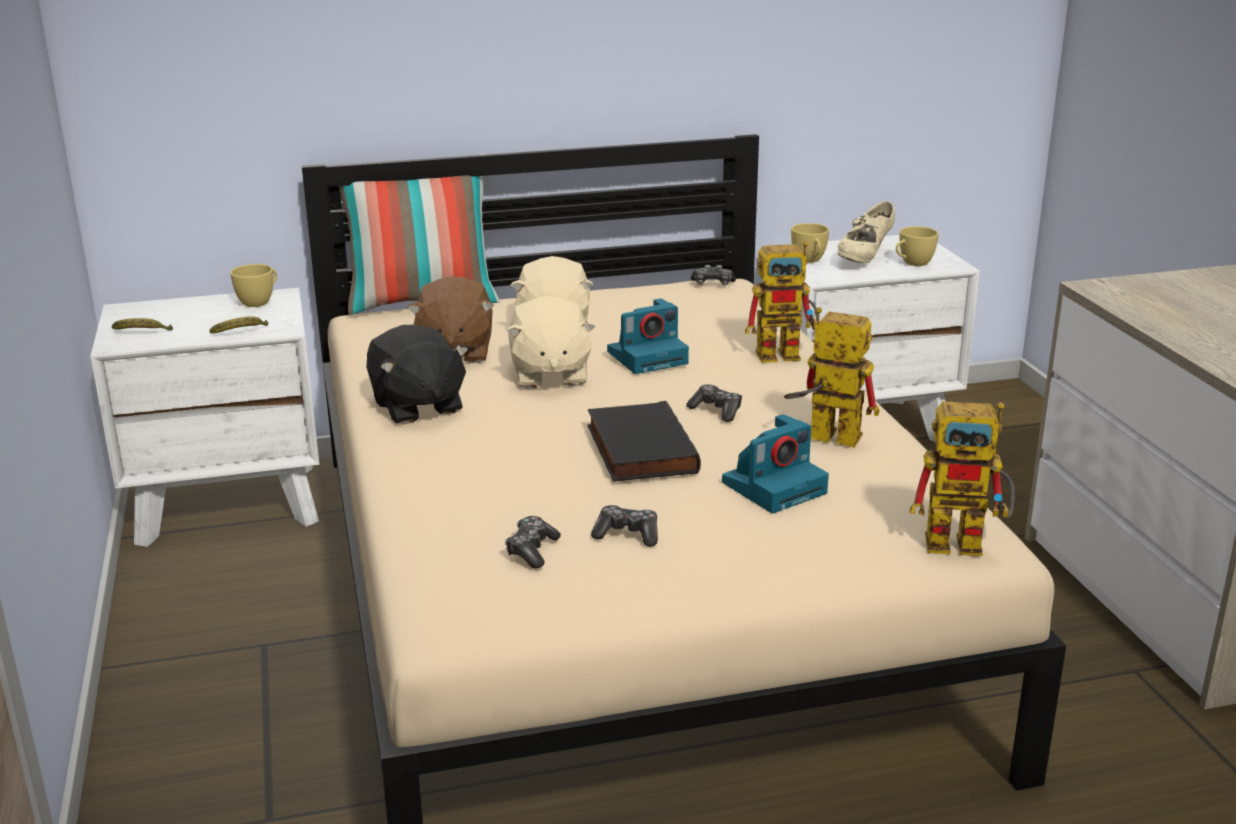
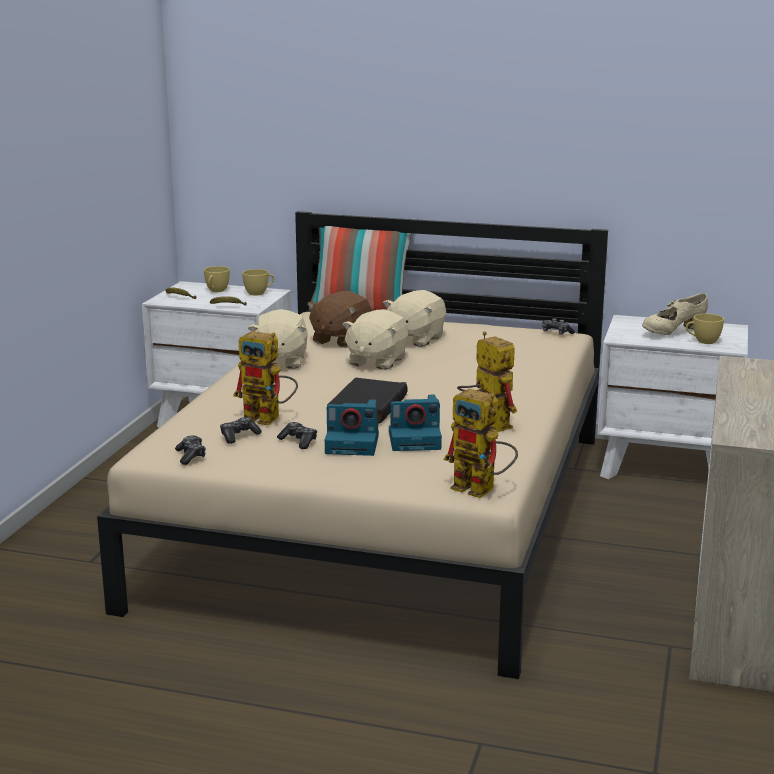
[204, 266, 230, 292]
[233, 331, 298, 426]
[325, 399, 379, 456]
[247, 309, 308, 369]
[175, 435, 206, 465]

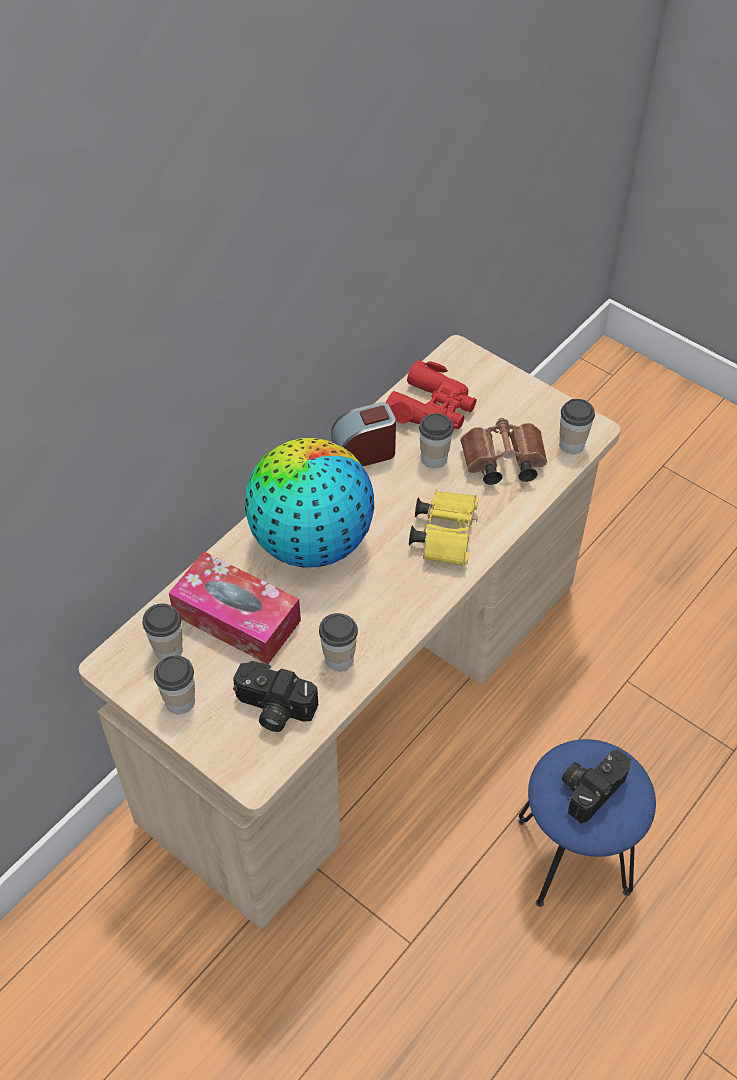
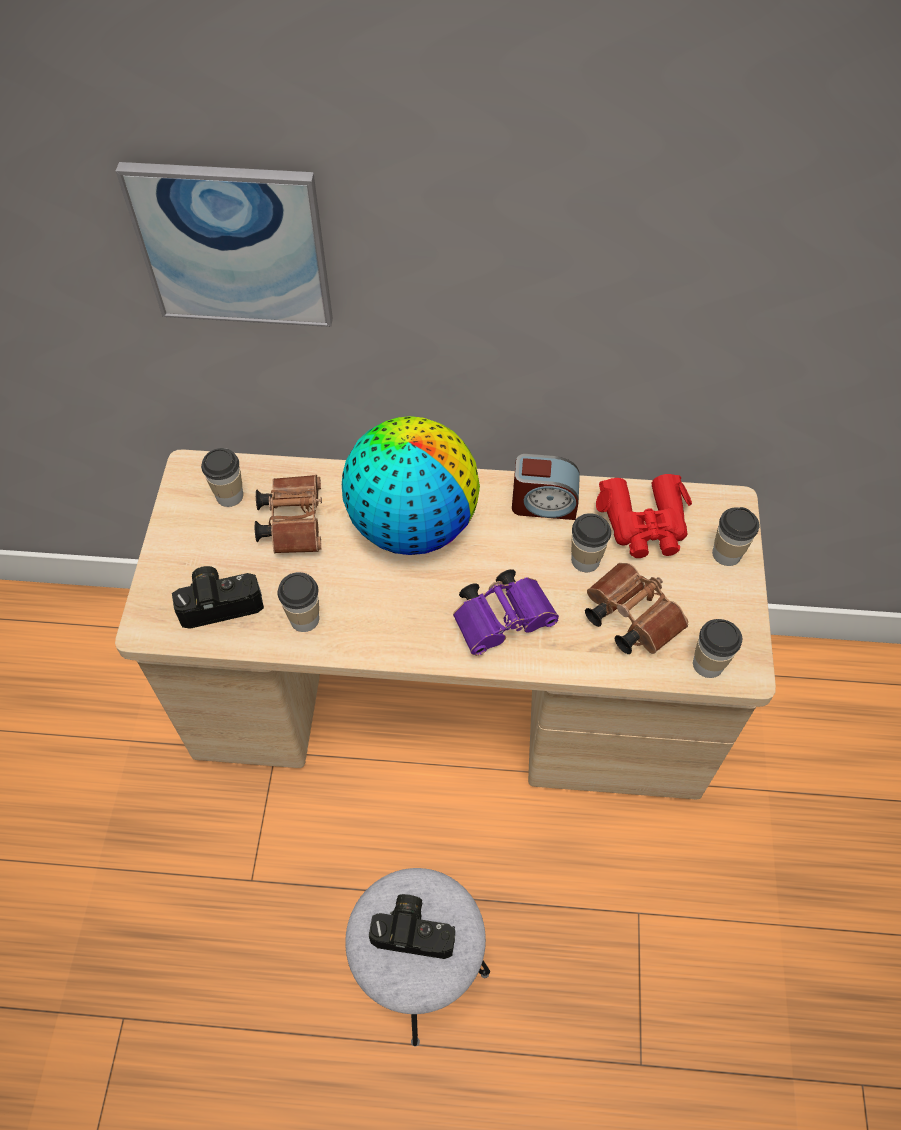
[512, 454, 580, 520]
[453, 569, 559, 656]
[255, 475, 322, 553]
[712, 507, 760, 566]
[172, 566, 264, 629]
[345, 868, 490, 1047]
[116, 162, 333, 327]

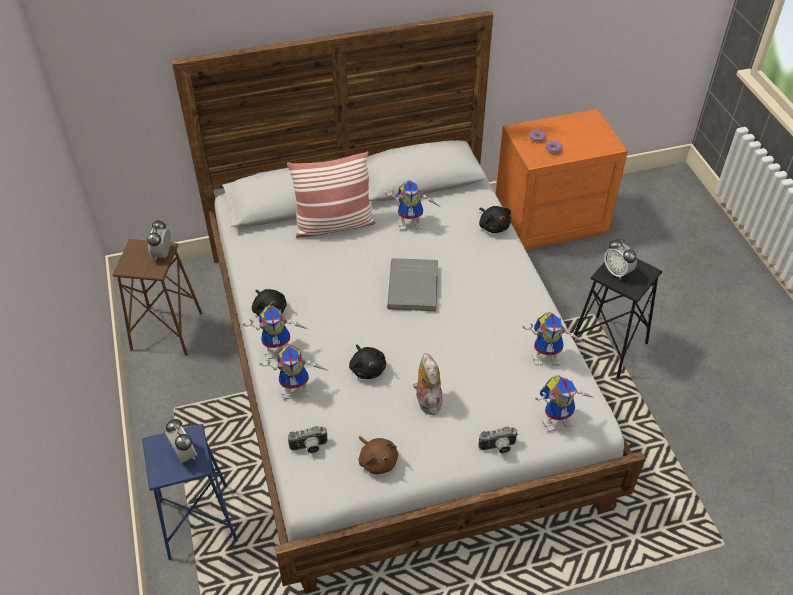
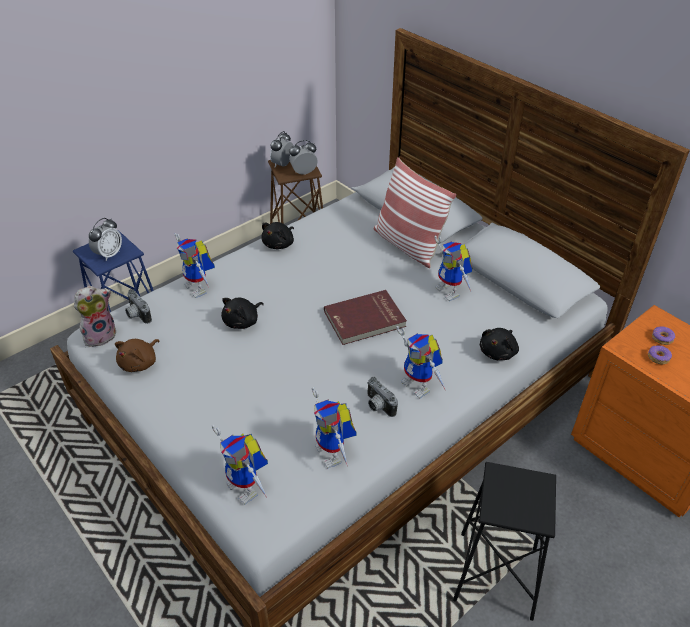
[270, 131, 293, 167]
[324, 290, 407, 345]
[396, 326, 445, 399]
[74, 286, 116, 347]
[367, 377, 398, 417]

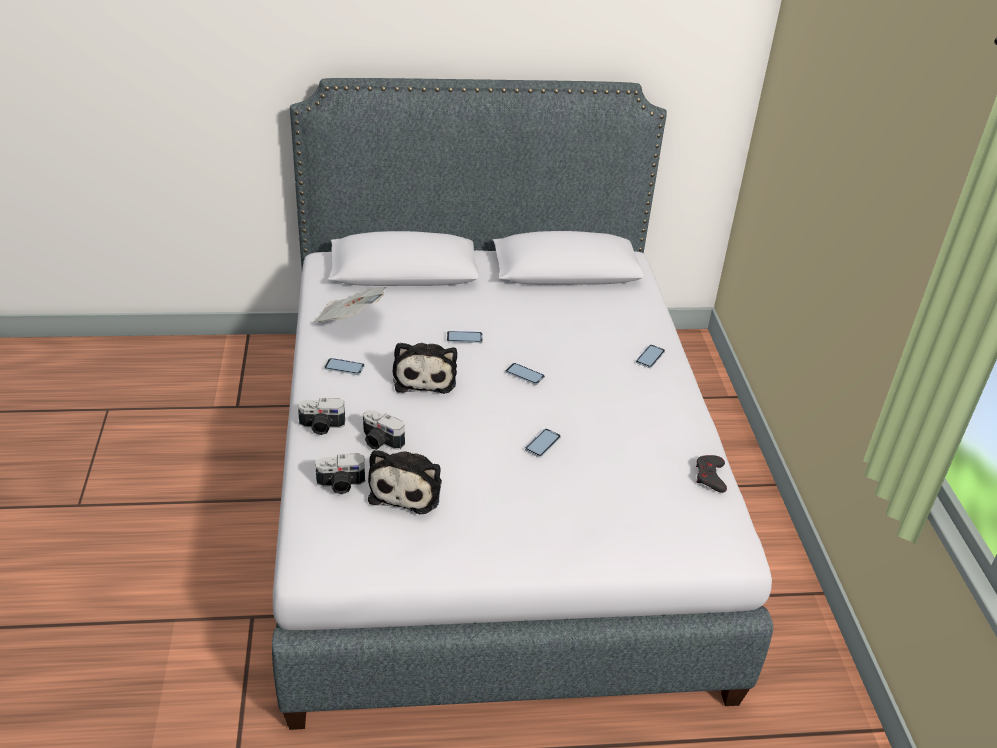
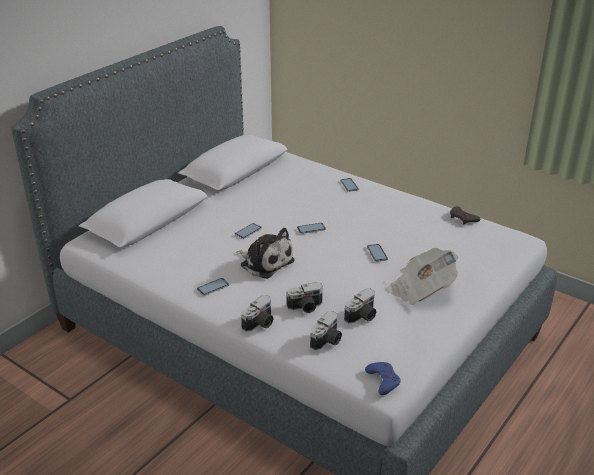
[388, 248, 458, 305]
[344, 289, 376, 323]
[365, 362, 401, 395]

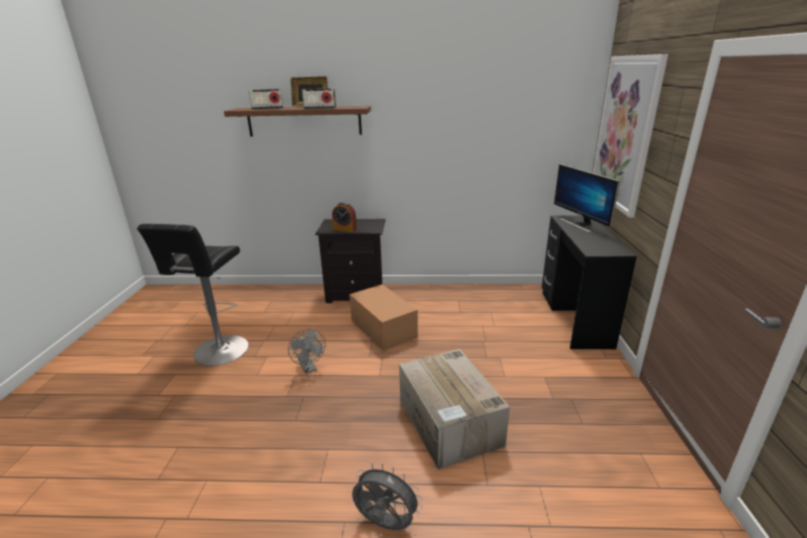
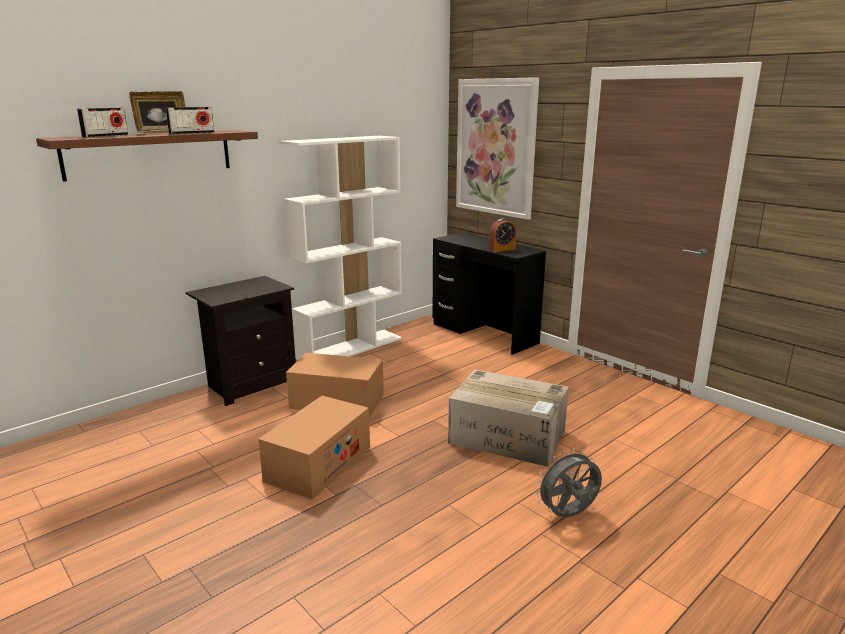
[554, 164, 620, 233] (first image)
[489, 218, 516, 252]
[137, 224, 249, 366] (first image)
[258, 396, 370, 500]
[279, 136, 402, 360]

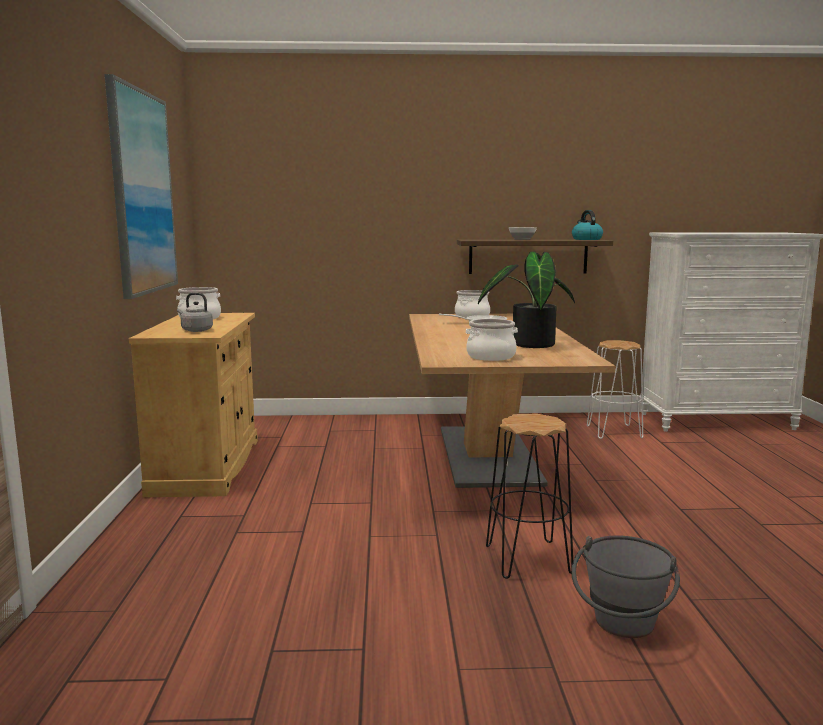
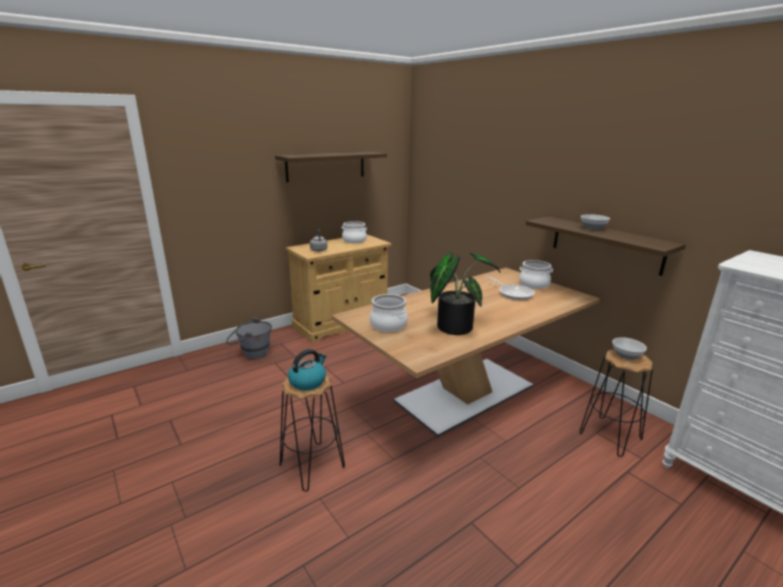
[275, 152, 387, 182]
[288, 349, 326, 390]
[579, 349, 653, 457]
[226, 317, 272, 360]
[612, 337, 647, 360]

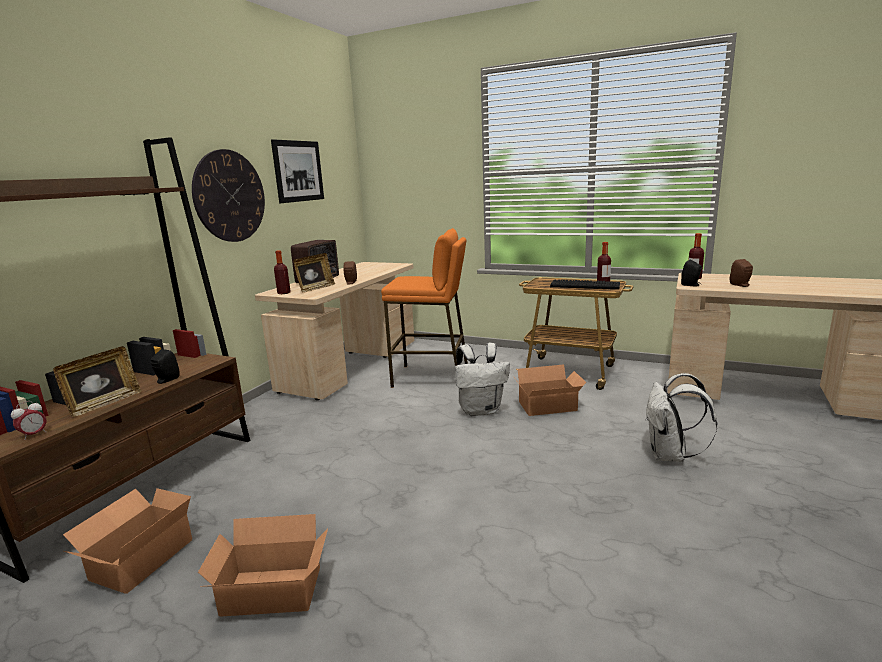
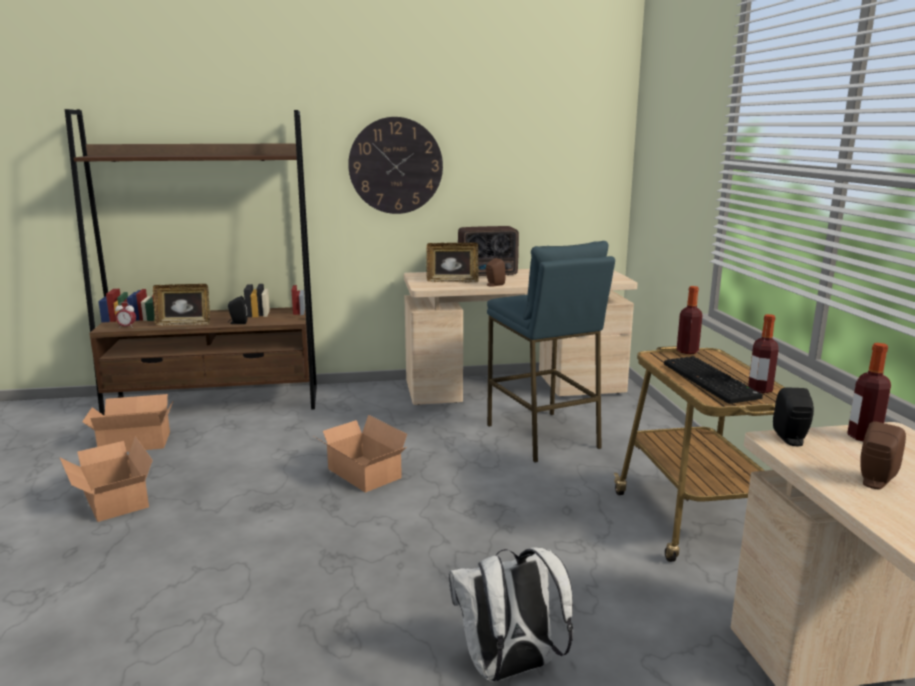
[271, 139, 324, 203] (first image)
[487, 241, 615, 462]
[677, 286, 703, 354]
[455, 343, 510, 416] (first image)
[315, 415, 407, 493]

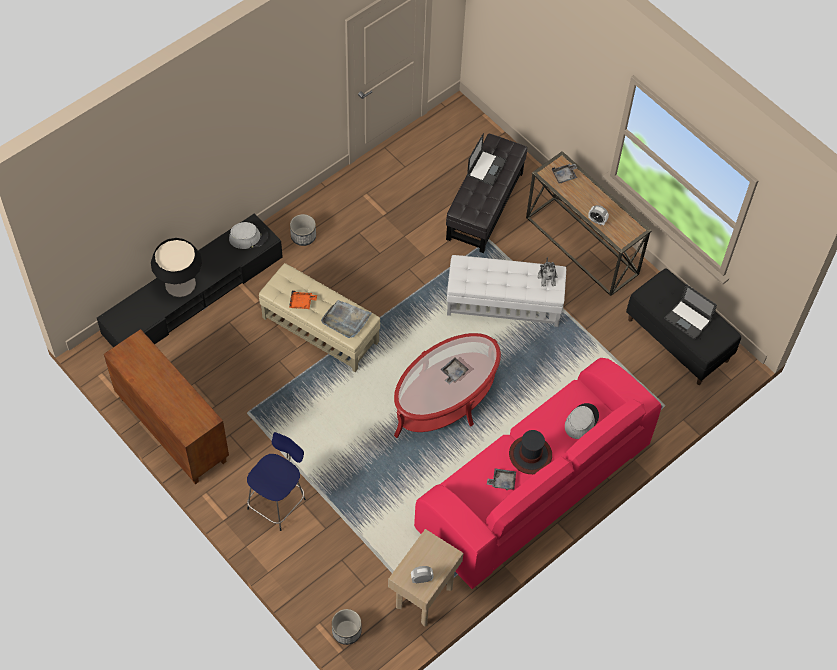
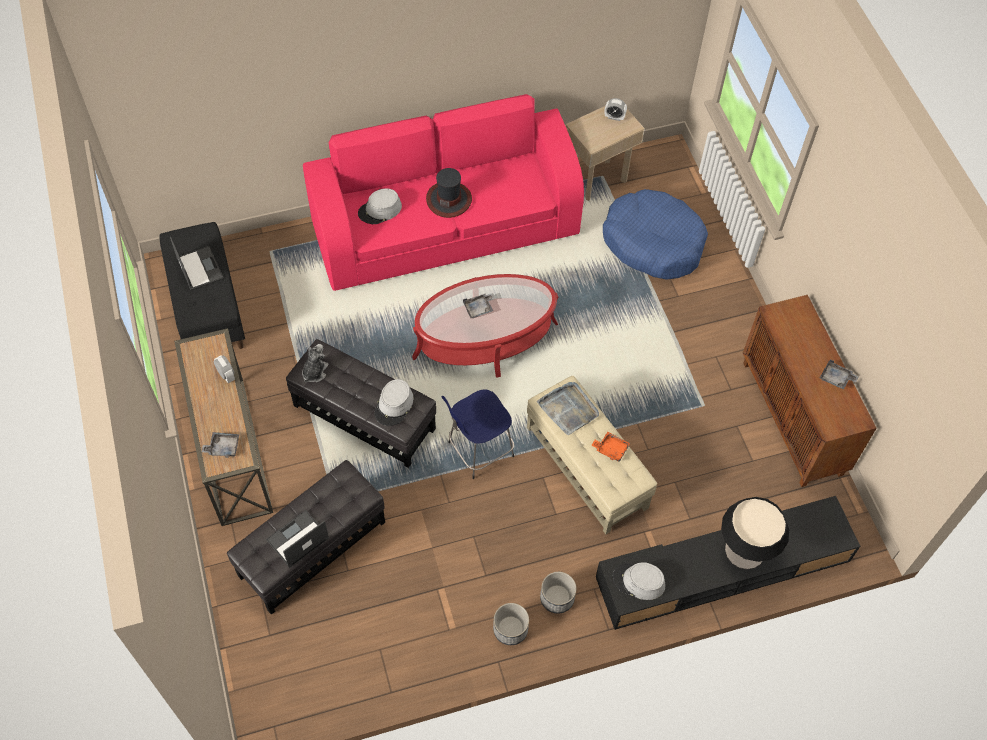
[286, 339, 436, 468]
[442, 389, 514, 479]
[820, 359, 858, 390]
[493, 603, 529, 645]
[603, 189, 708, 280]
[374, 379, 413, 426]

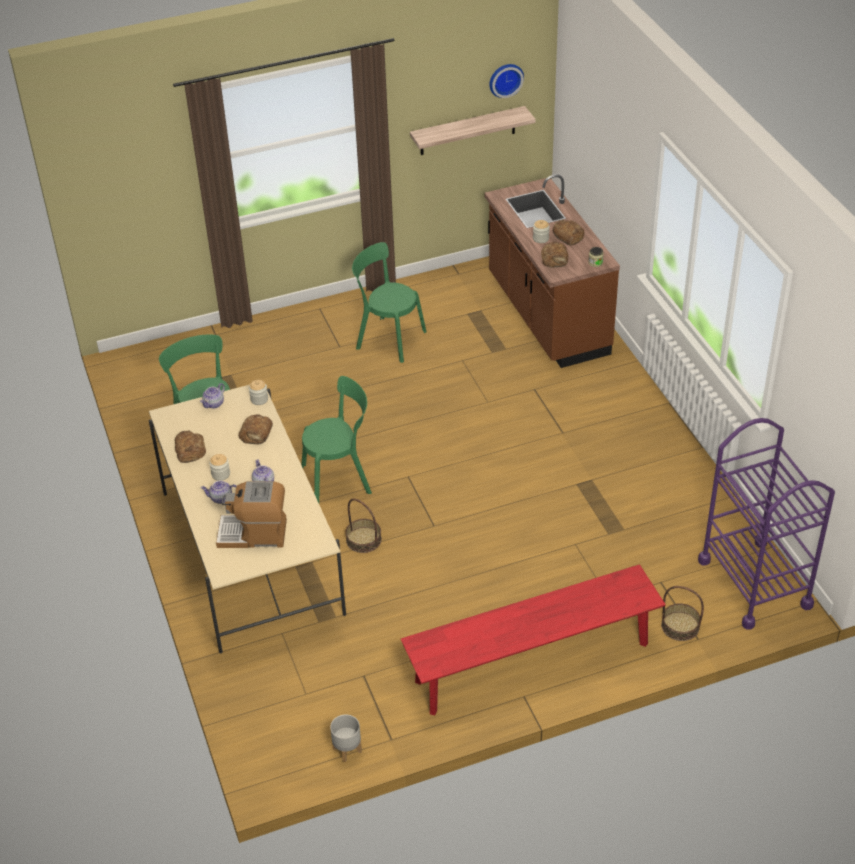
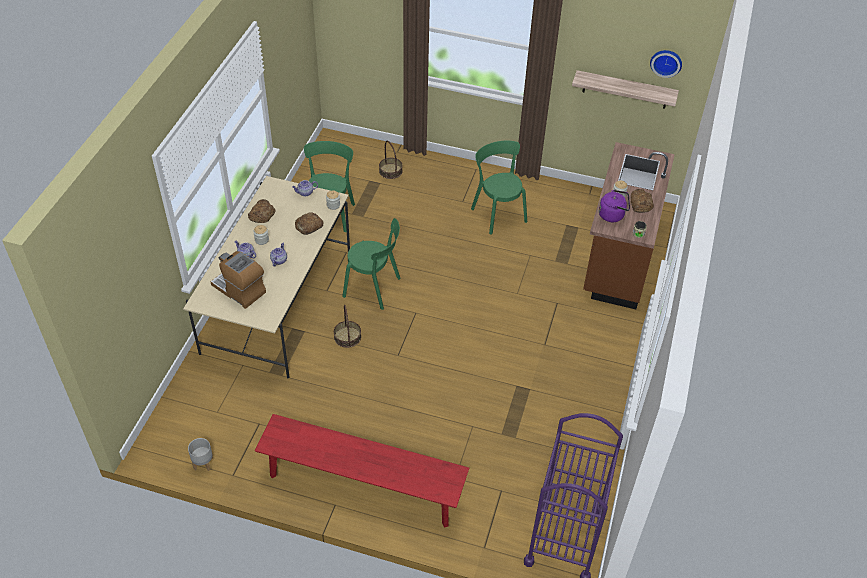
[599, 190, 630, 222]
[379, 141, 403, 179]

